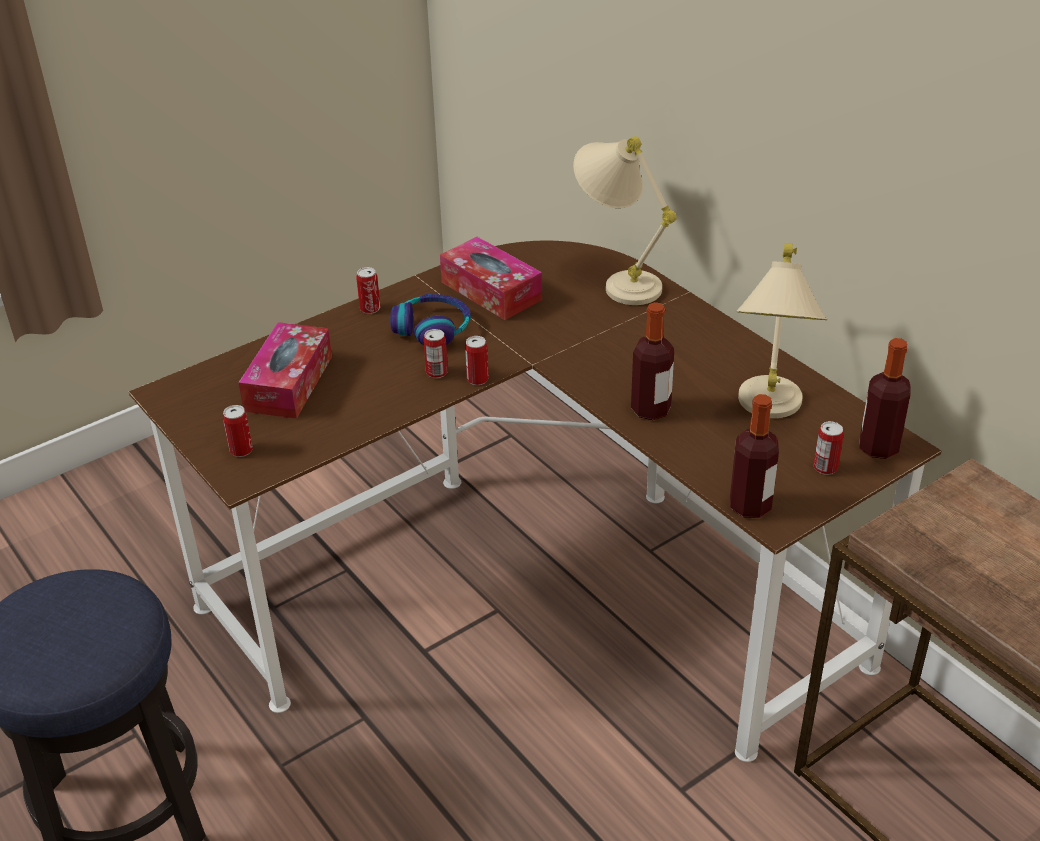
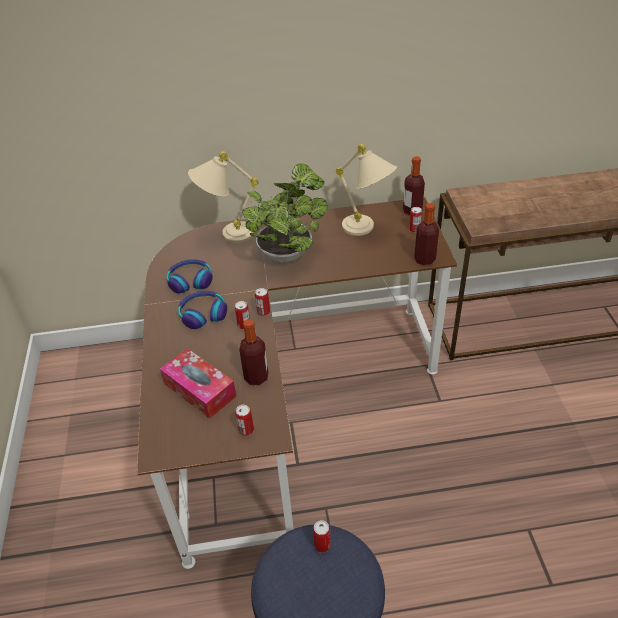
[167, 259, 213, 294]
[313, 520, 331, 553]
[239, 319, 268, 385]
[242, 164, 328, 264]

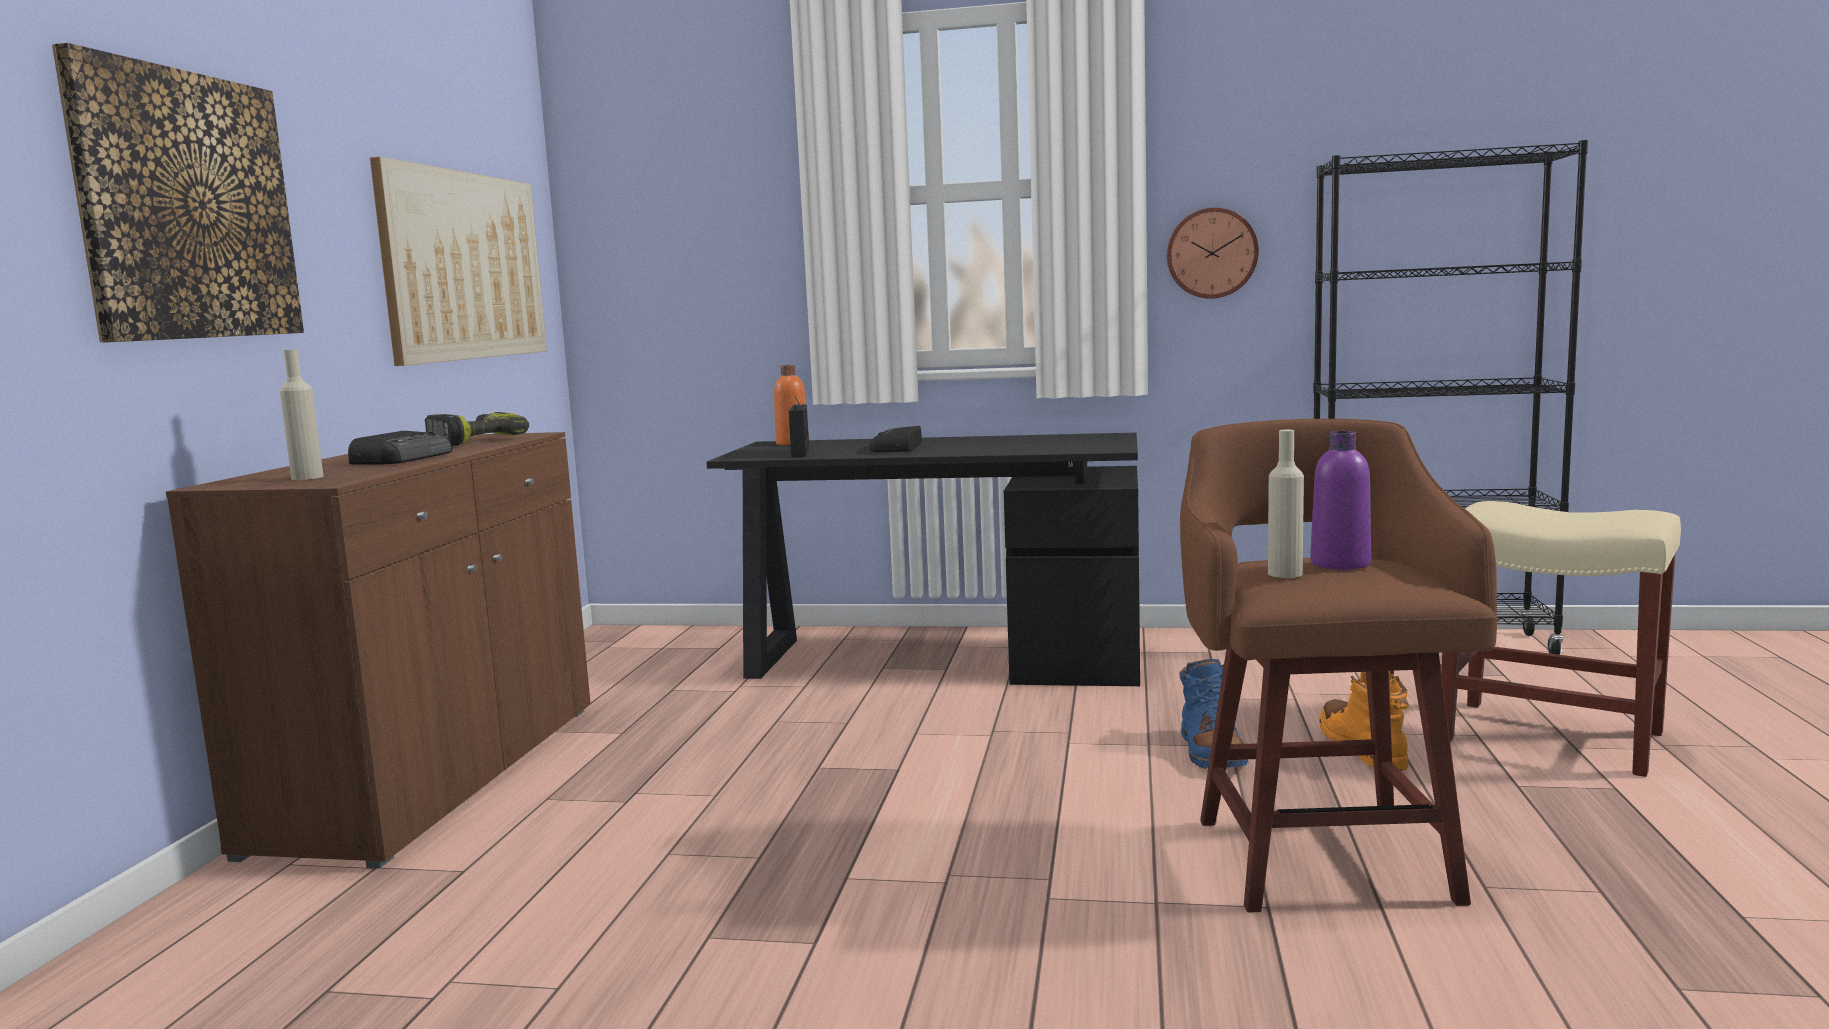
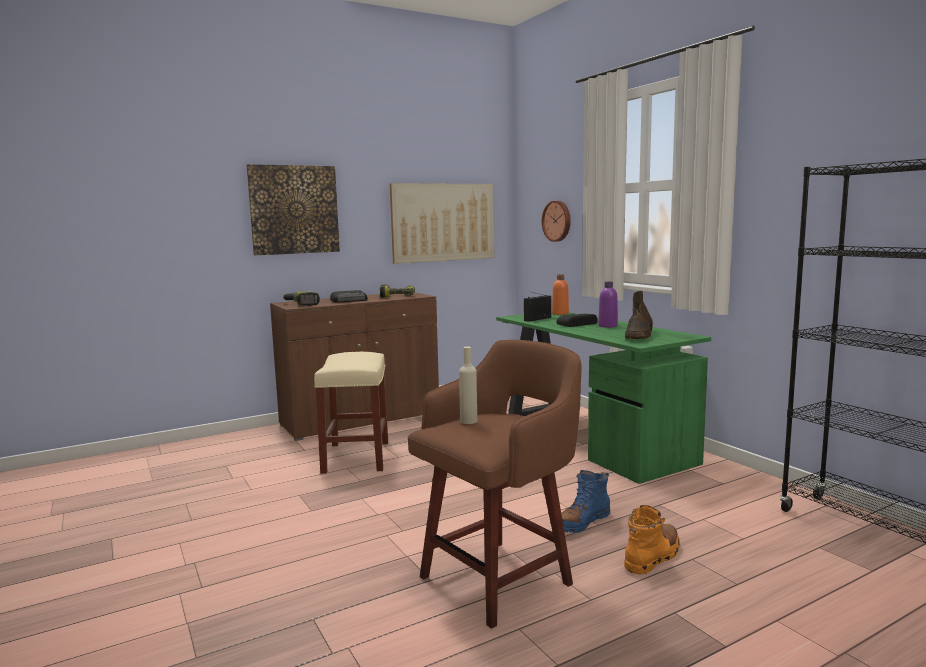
[542, 201, 571, 242]
[283, 292, 320, 306]
[598, 282, 618, 328]
[496, 311, 711, 484]
[314, 352, 388, 474]
[625, 291, 653, 339]

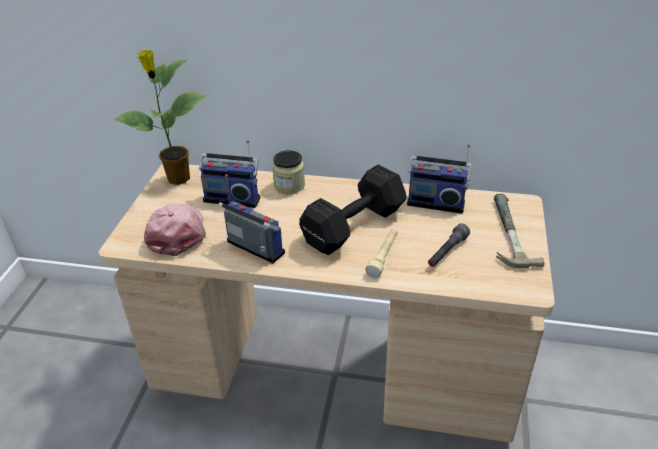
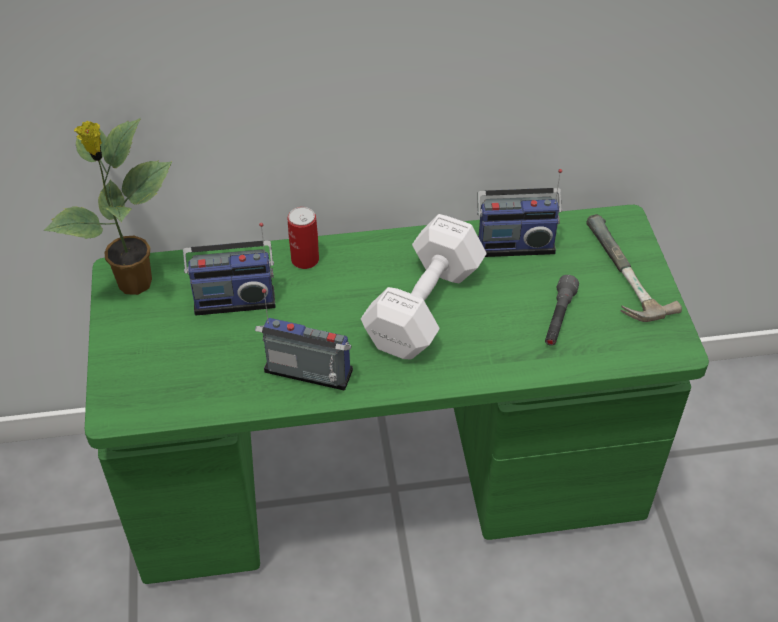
[287, 207, 319, 269]
[85, 205, 709, 584]
[361, 214, 487, 360]
[144, 203, 206, 256] (first image)
[365, 229, 398, 278] (first image)

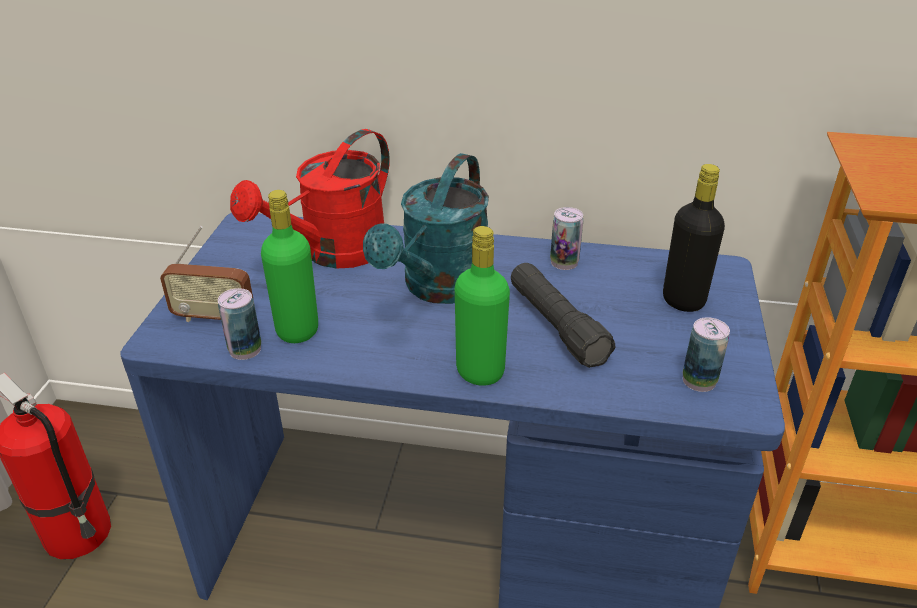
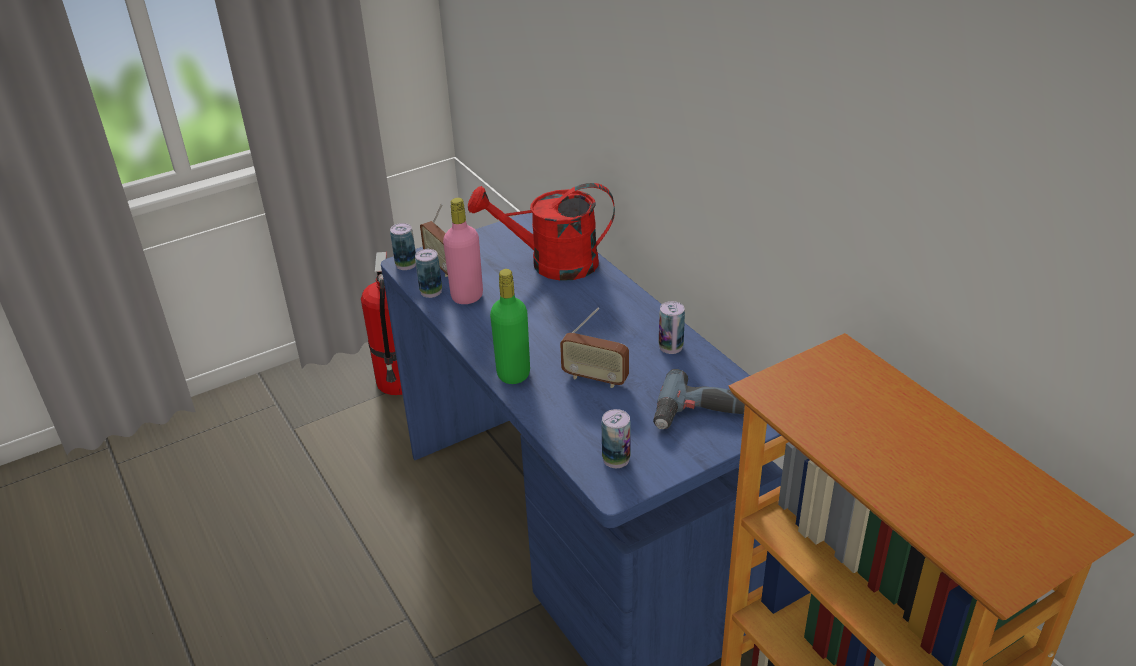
[363, 153, 489, 304] (first image)
[653, 369, 745, 429]
[443, 198, 483, 304]
[560, 308, 629, 388]
[390, 223, 416, 270]

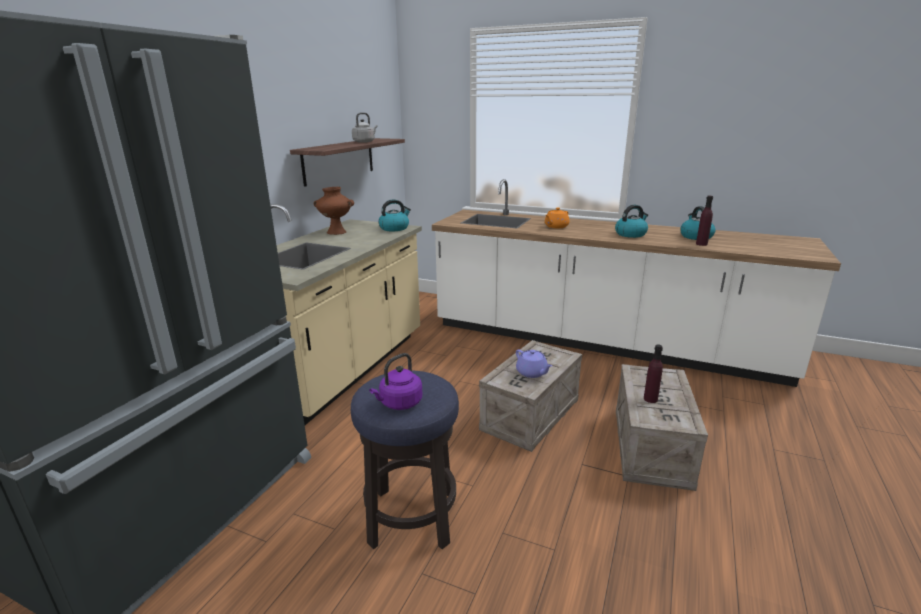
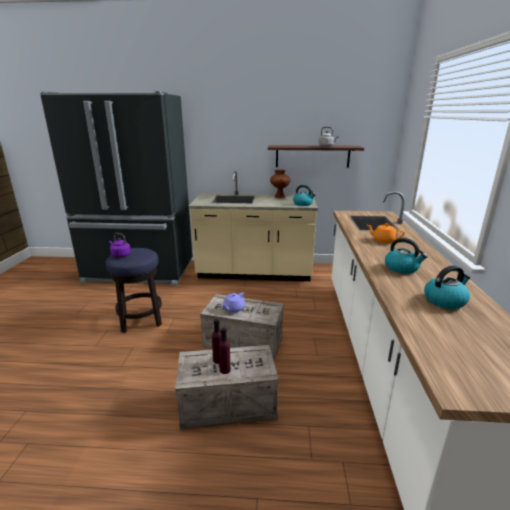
[219, 328, 231, 374]

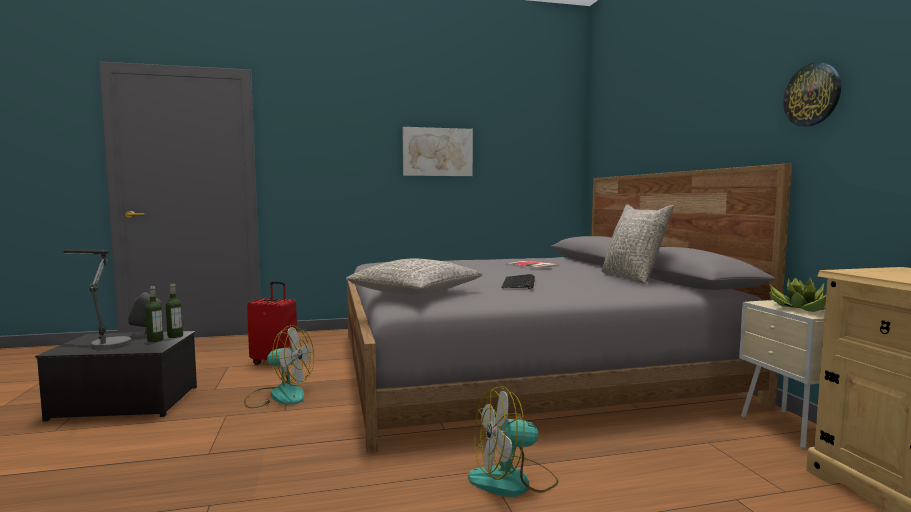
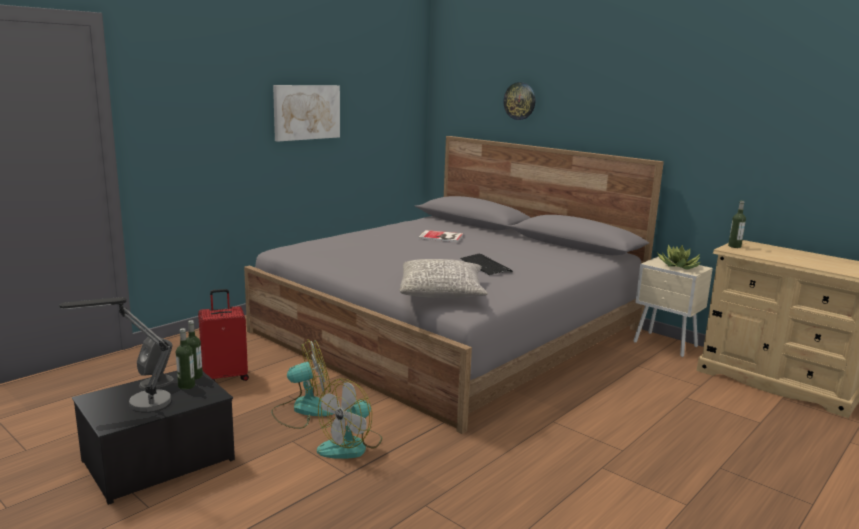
[503, 82, 535, 120]
[601, 204, 674, 284] (first image)
[317, 378, 382, 459]
[728, 201, 746, 248]

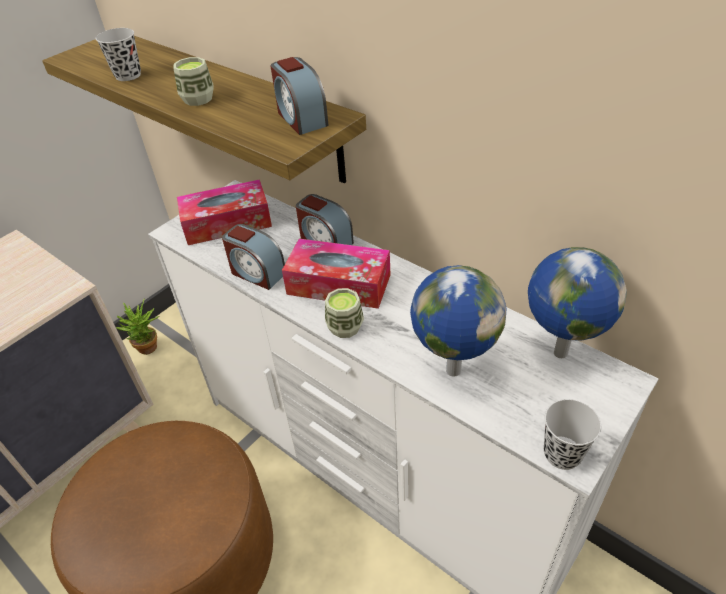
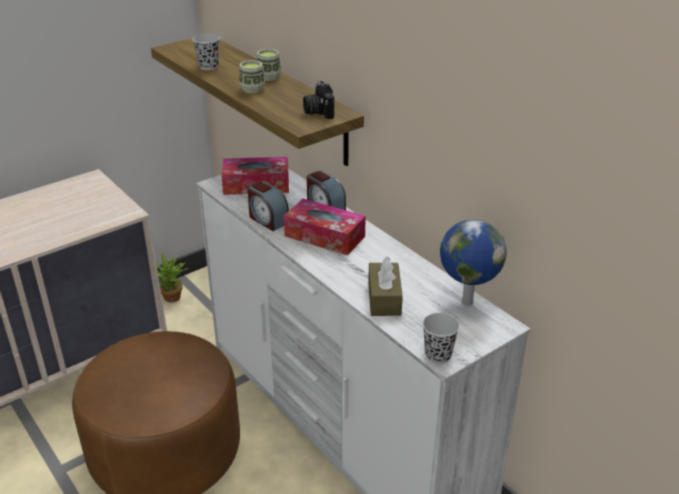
[303, 81, 334, 119]
[368, 256, 403, 316]
[257, 49, 281, 81]

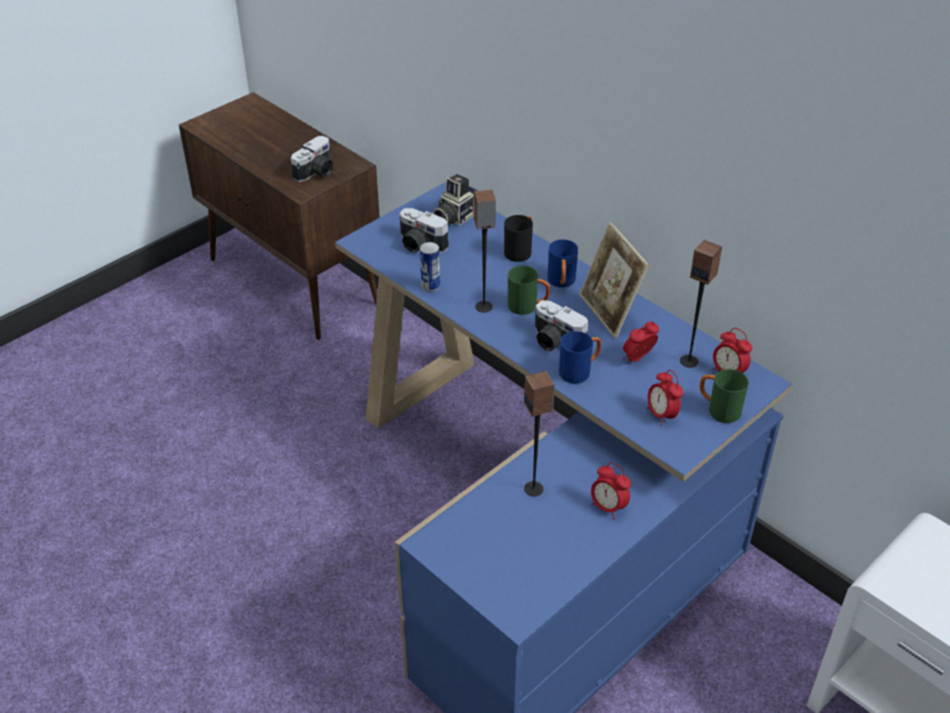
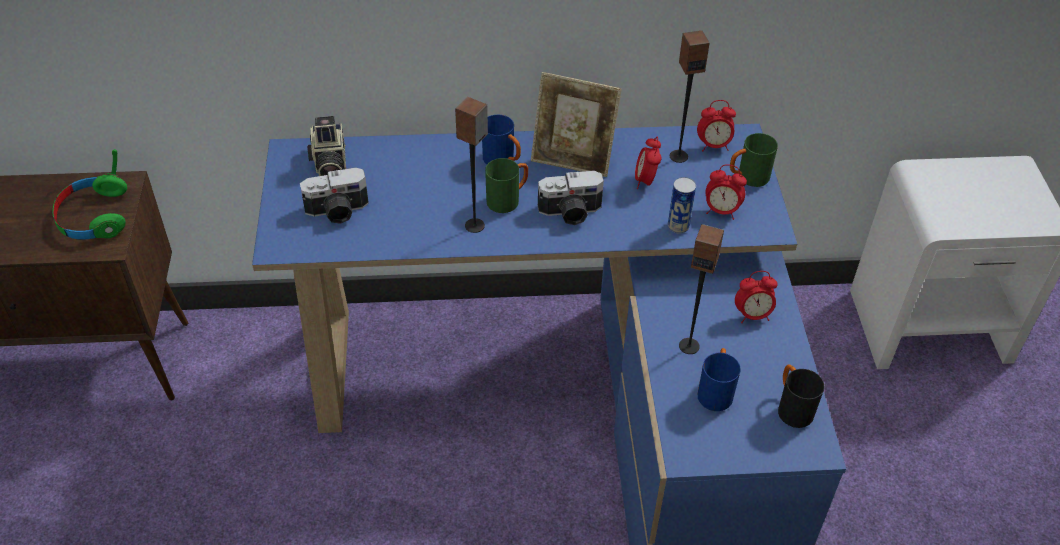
[53, 149, 127, 240]
[778, 365, 824, 428]
[668, 177, 696, 234]
[698, 348, 741, 411]

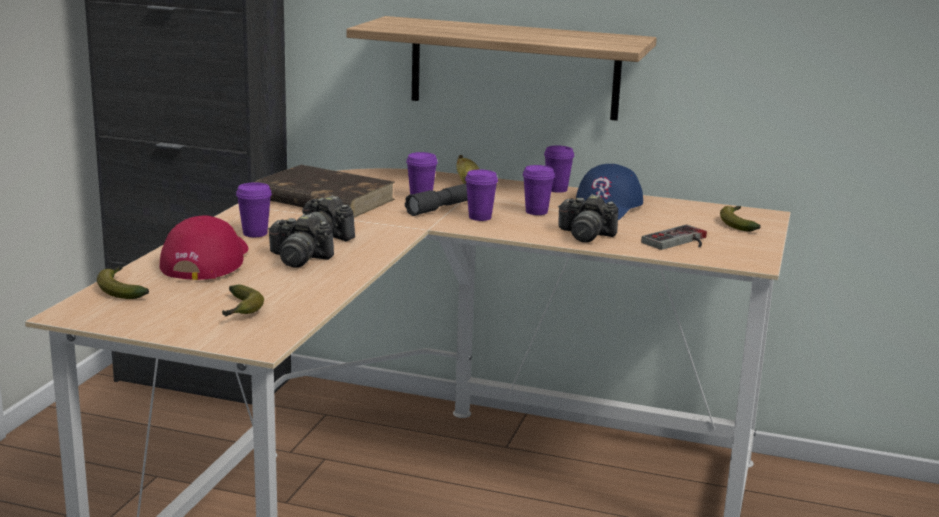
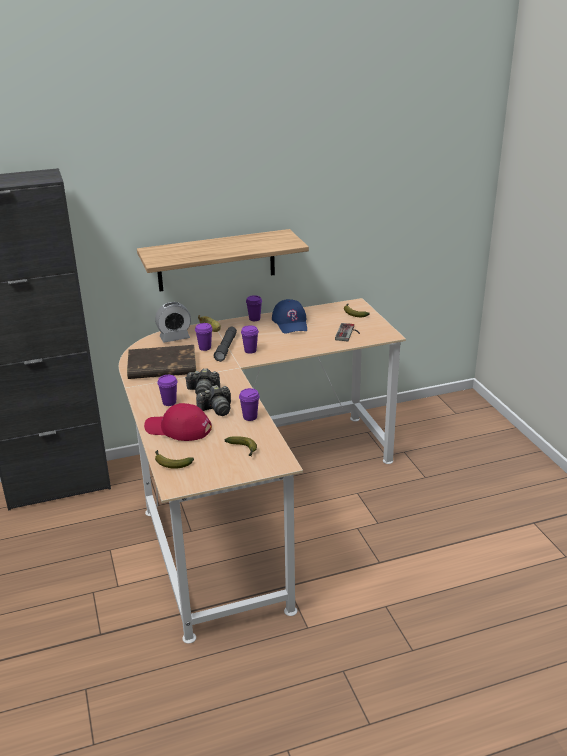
[239, 388, 260, 421]
[559, 194, 618, 242] (first image)
[144, 403, 212, 441]
[155, 302, 191, 343]

